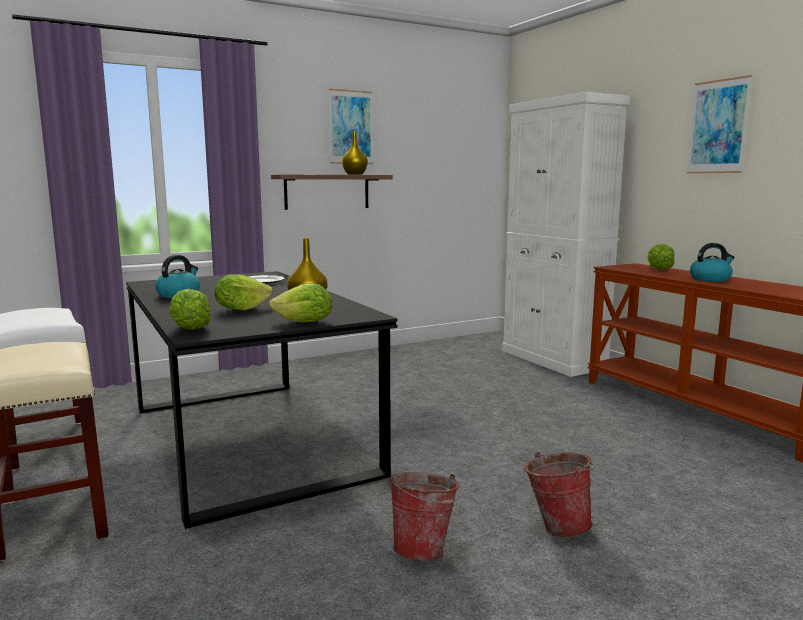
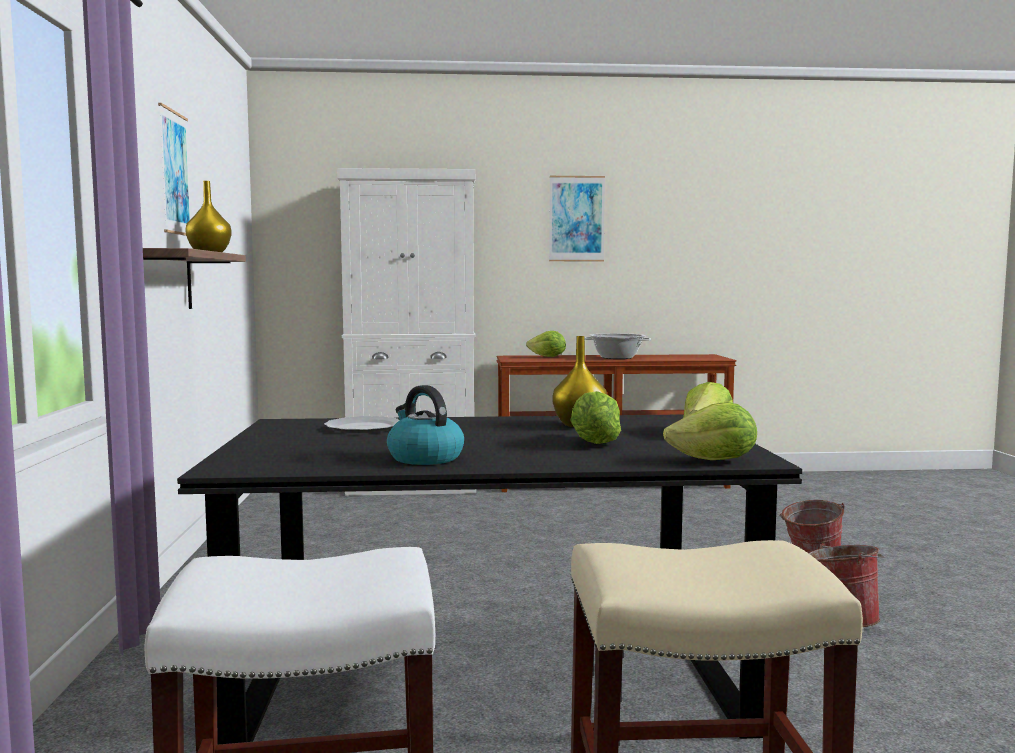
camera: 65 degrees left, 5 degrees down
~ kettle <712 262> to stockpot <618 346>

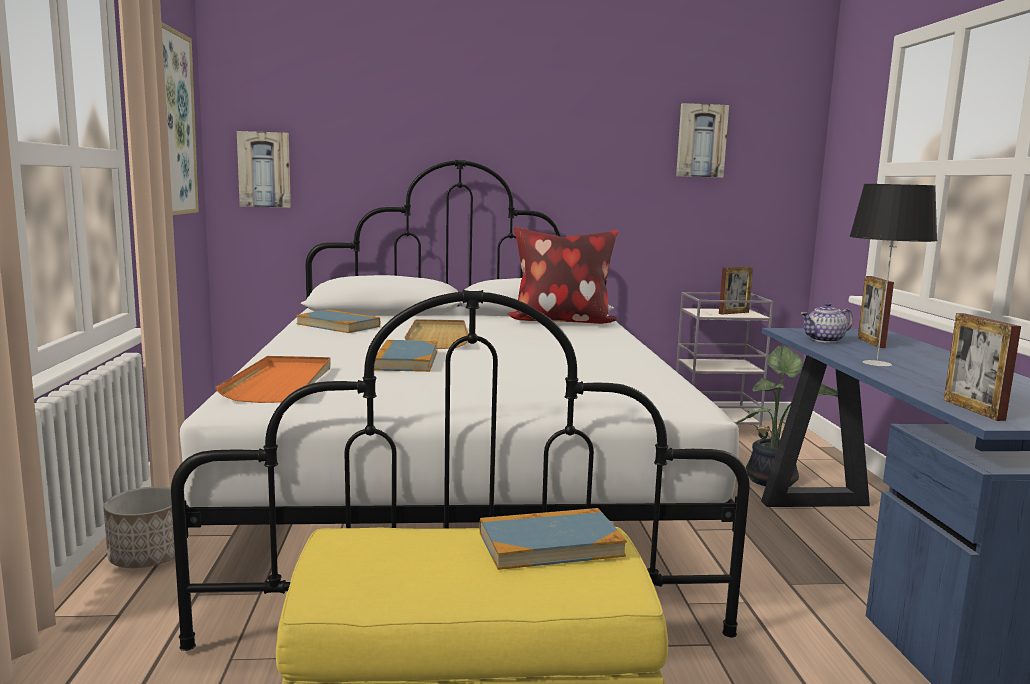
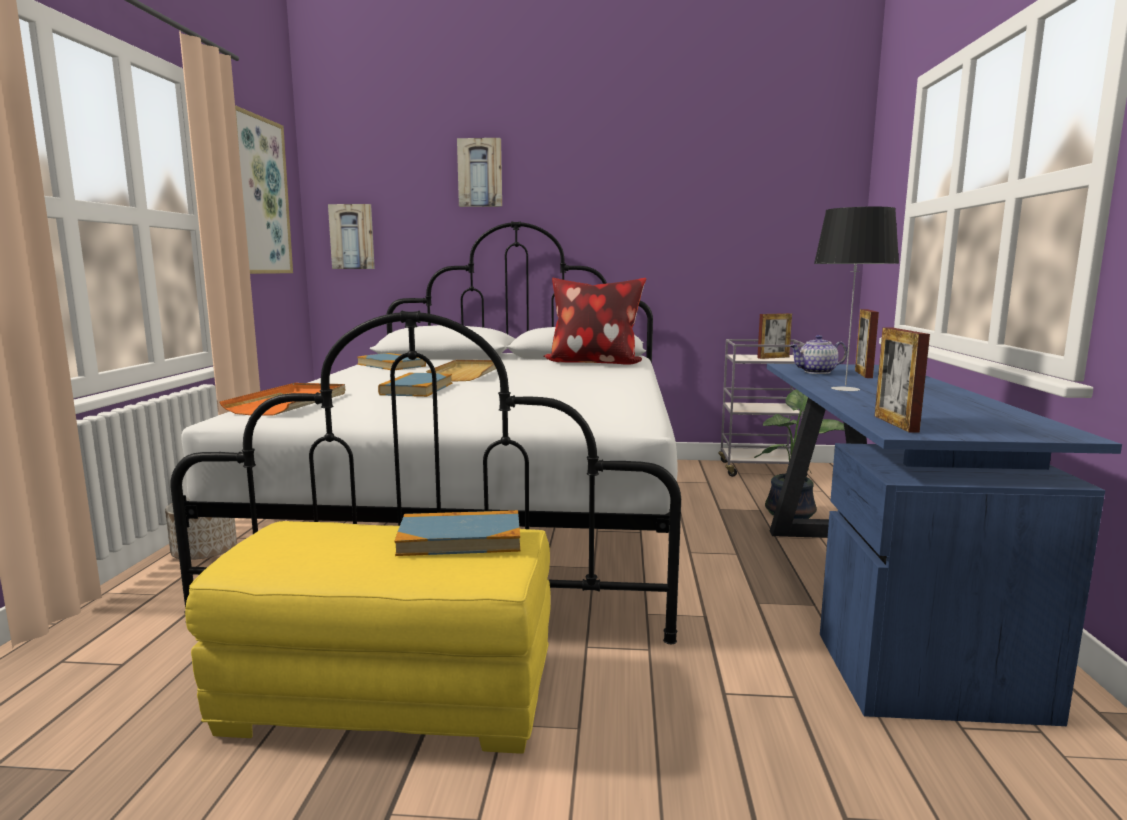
camera: 10 degrees right, 0 degrees up
~ wall picture <702 140> to <479 172>

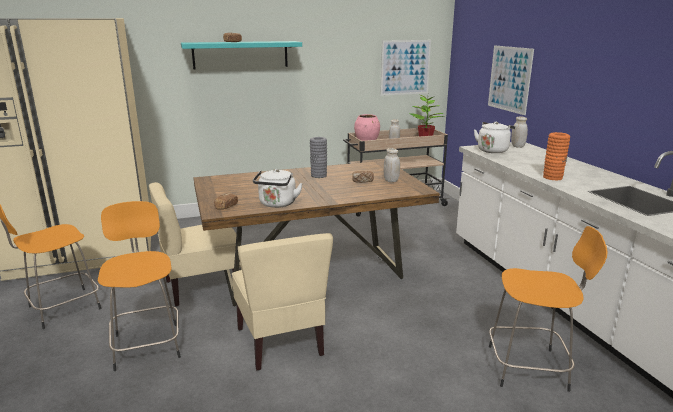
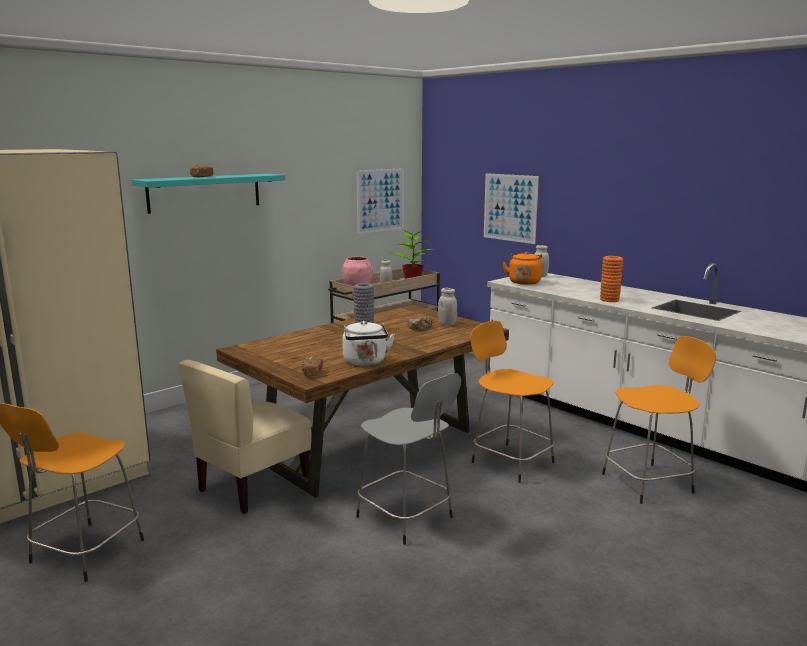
camera: 25 degrees left, 5 degrees down
~ beige-coloured plain chair <282 302> to gray stool seat <408 459>
~ orange-coloured stool seat <139 286> to <512 402>
~ white kettle <494 137> to orange-coloured kettle <522 268>

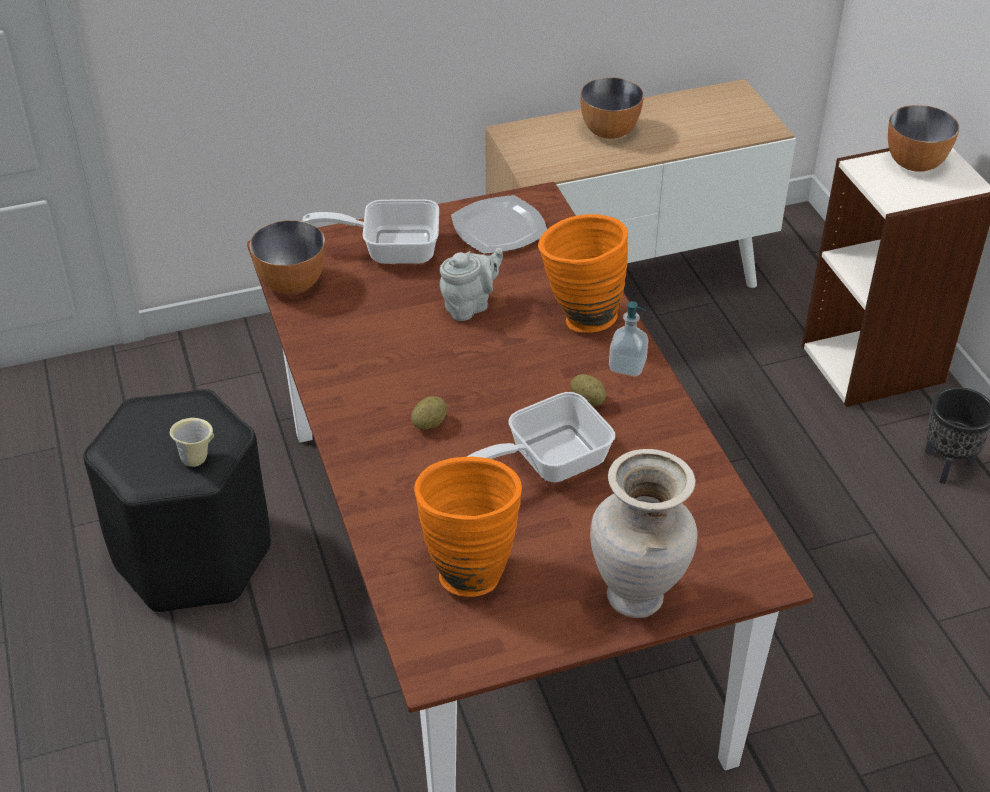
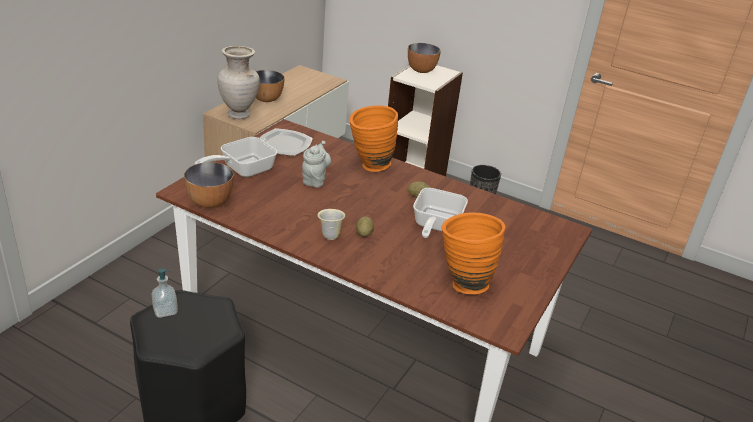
camera: 45 degrees left, 10 degrees down
~ liquid soap bottle <628 338> to <164 293>
~ beige-coloured vase <643 533> to <238 82>
~ beige-coloured coffee mug <192 442> to <331 224>

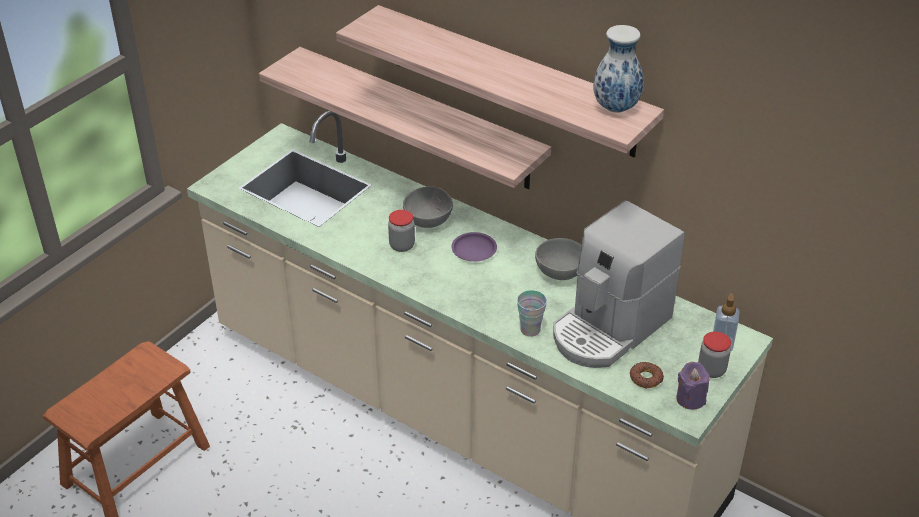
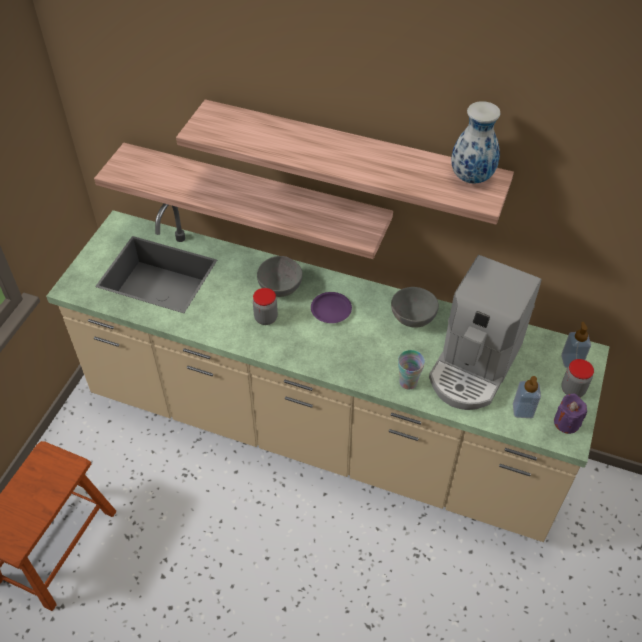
camera: 15 degrees left, 10 degrees up
~ donut <647 375> to liquid soap bottle <527 397>

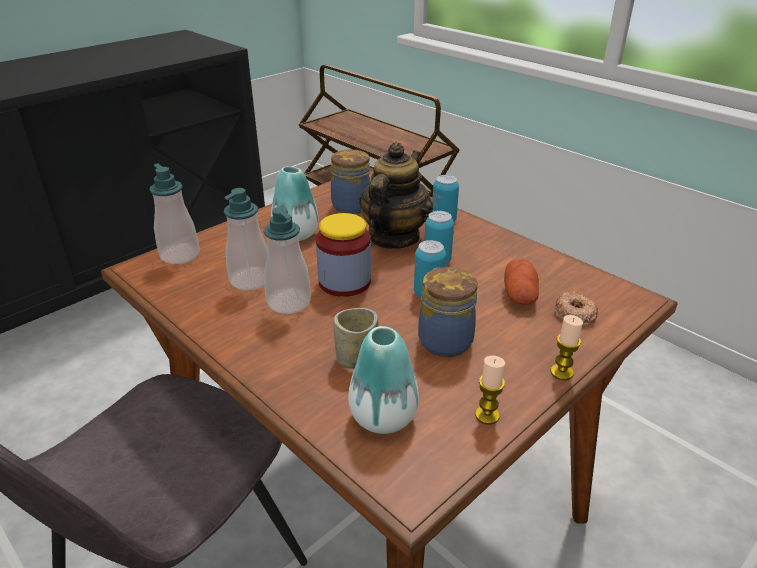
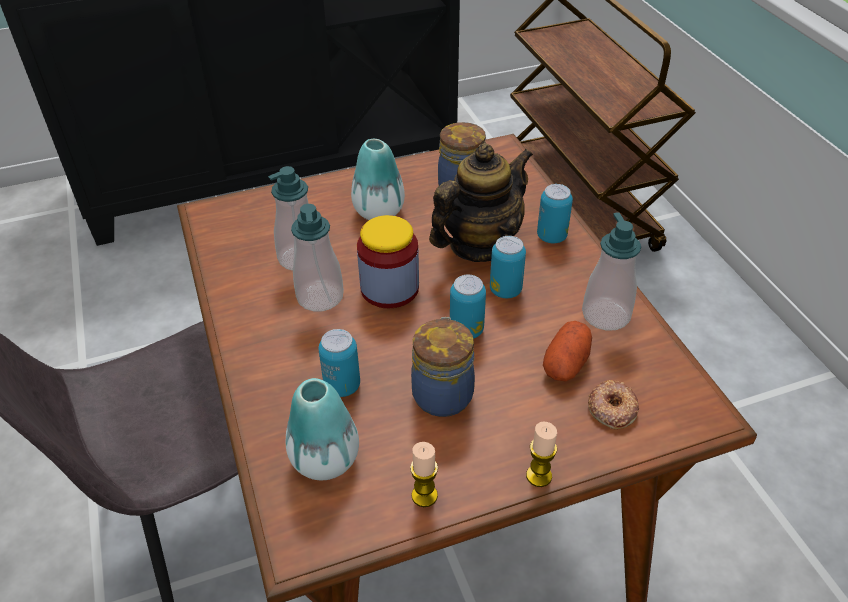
camera: 25 degrees right, 10 degrees up
~ cup <355 338> to metal can <339 363>
~ liquid soap bottle <174 213> to <611 271>

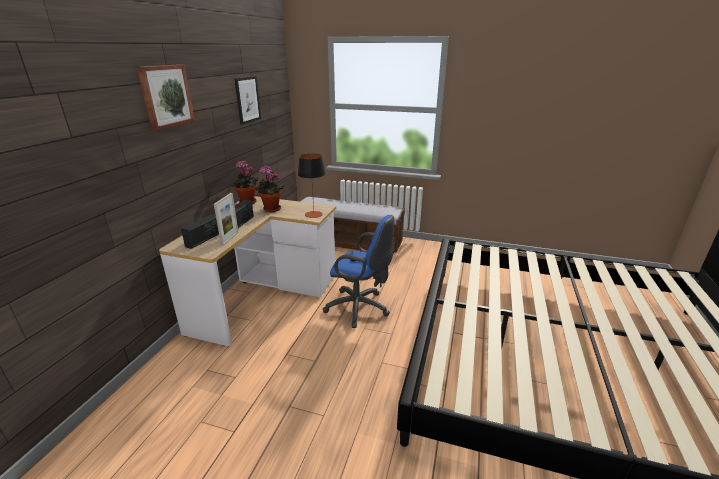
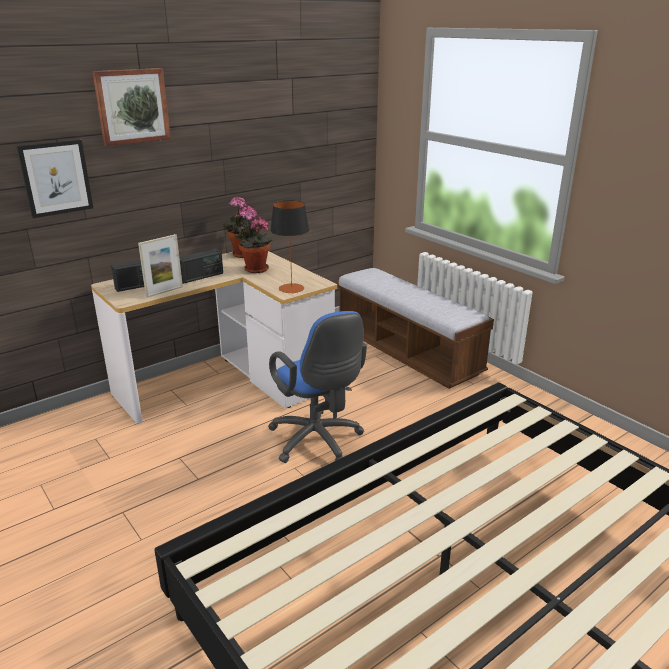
camera: 35 degrees right, 0 degrees up
~ wall picture <247 100> to <55 178>

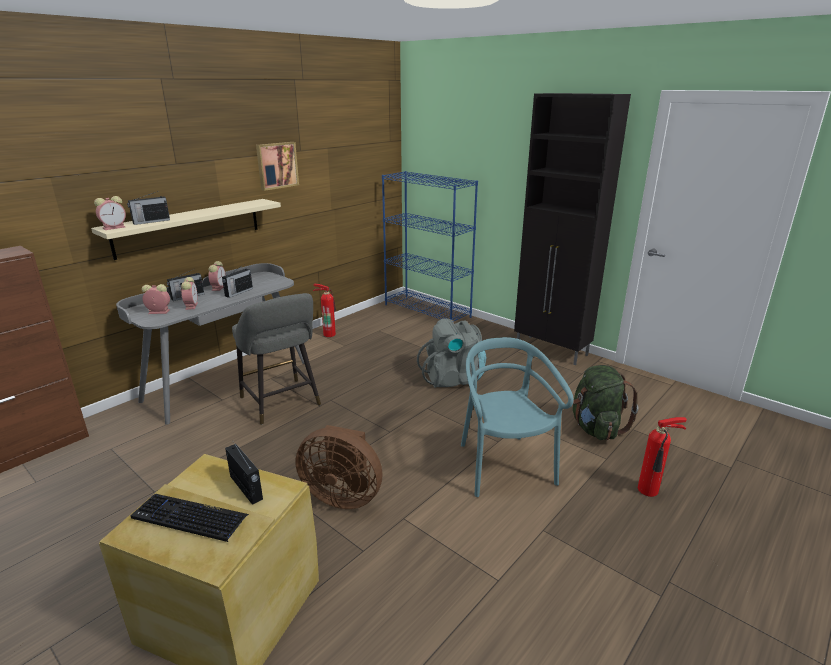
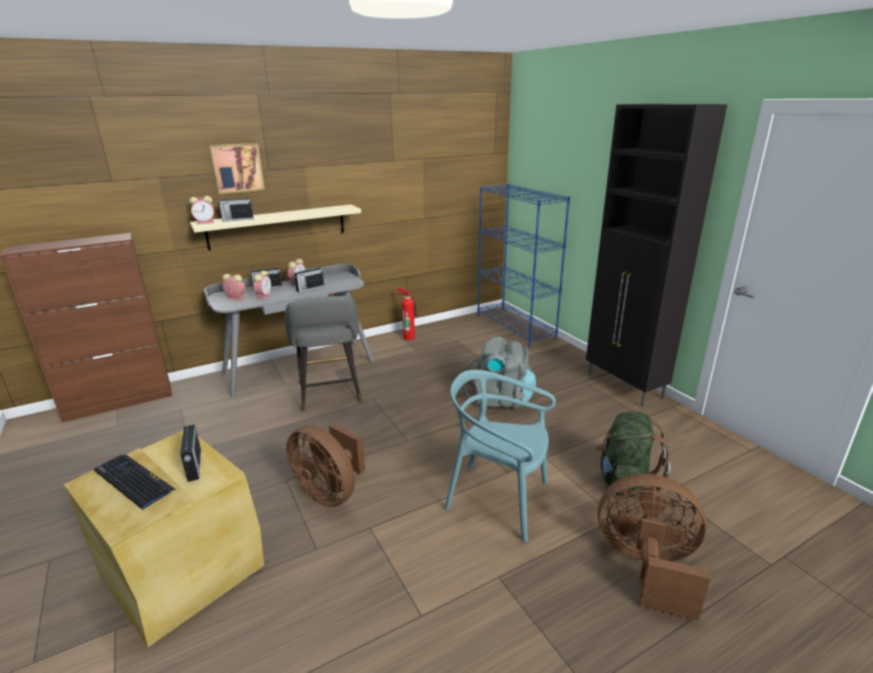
camera: 20 degrees right, 0 degrees up
~ wall picture <277 166> to <237 168>
~ blue-green plain chair <517 417> = <500 456> 75 degrees counterclockwise
~ fire extinguisher <662 457> to brownish cooling fan <654 547>

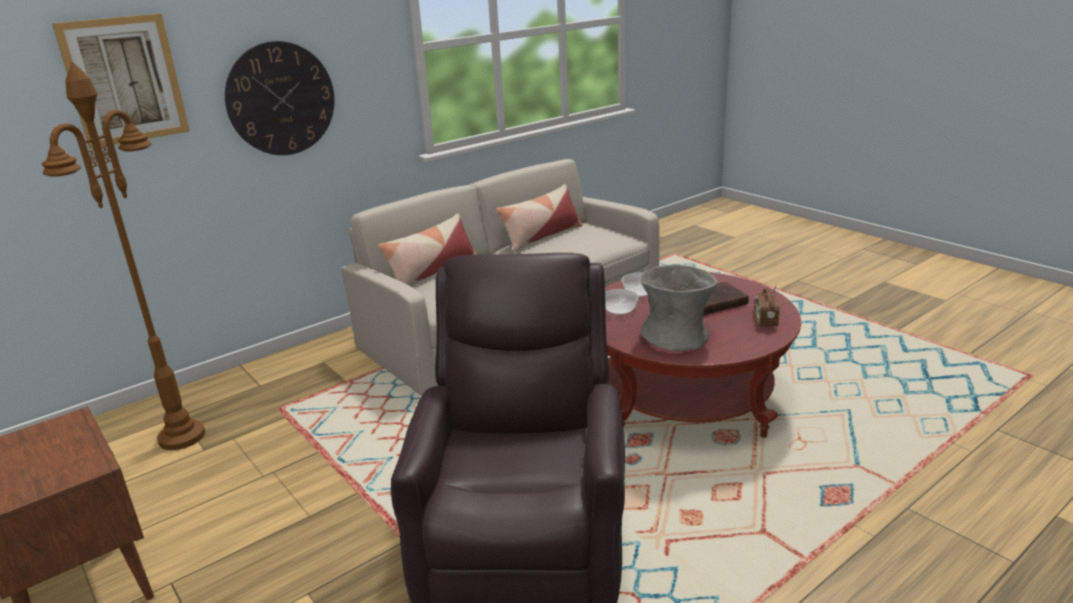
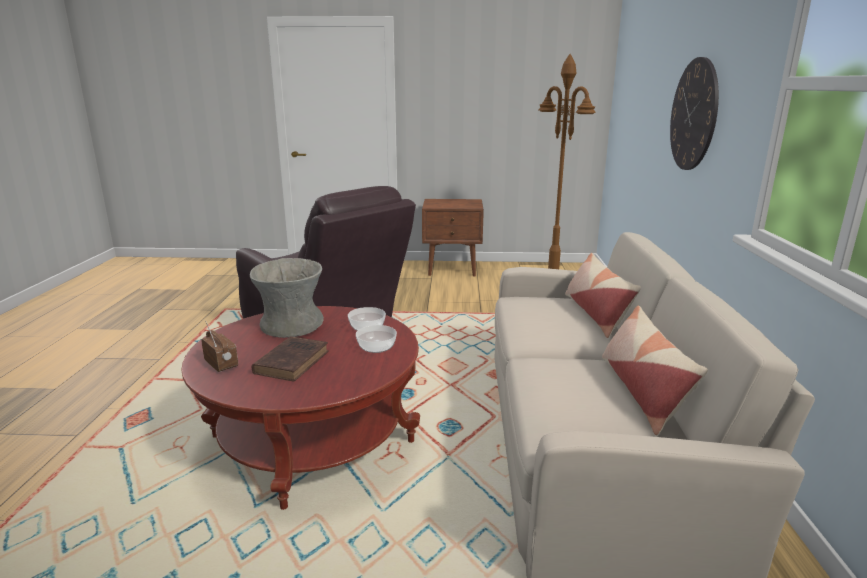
camera: 130 degrees right, 5 degrees down
- wall picture <121 81>

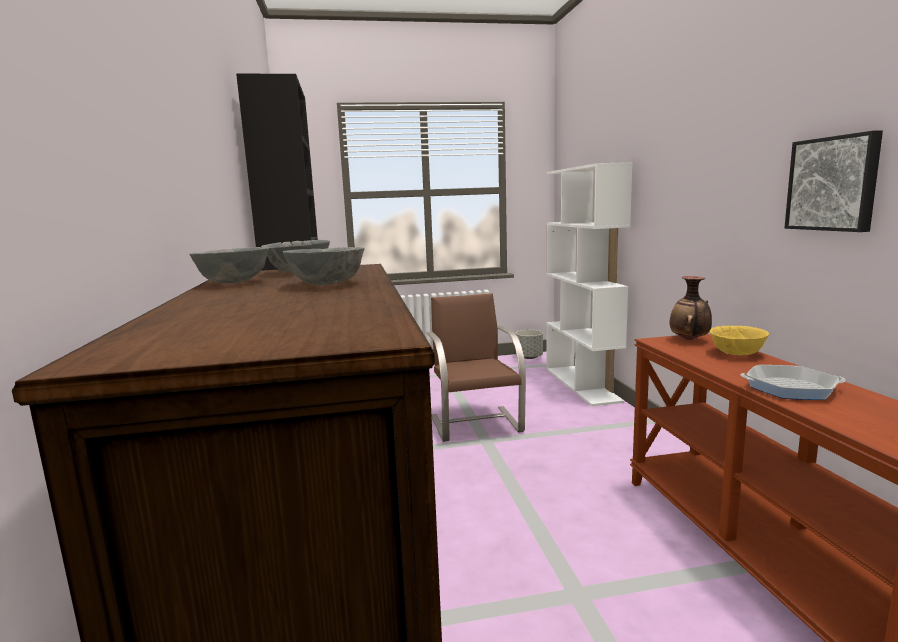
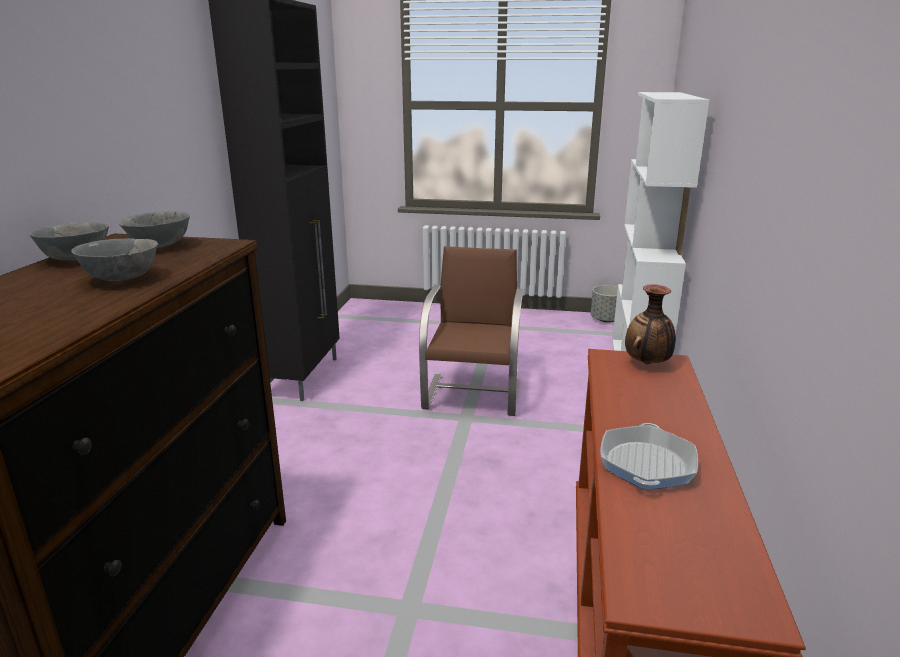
camera: 20 degrees right, 10 degrees up
~ frying pan <793 382> = <649 456> 105 degrees counterclockwise
- yellow deep dish <739 340>
- wall picture <833 181>

